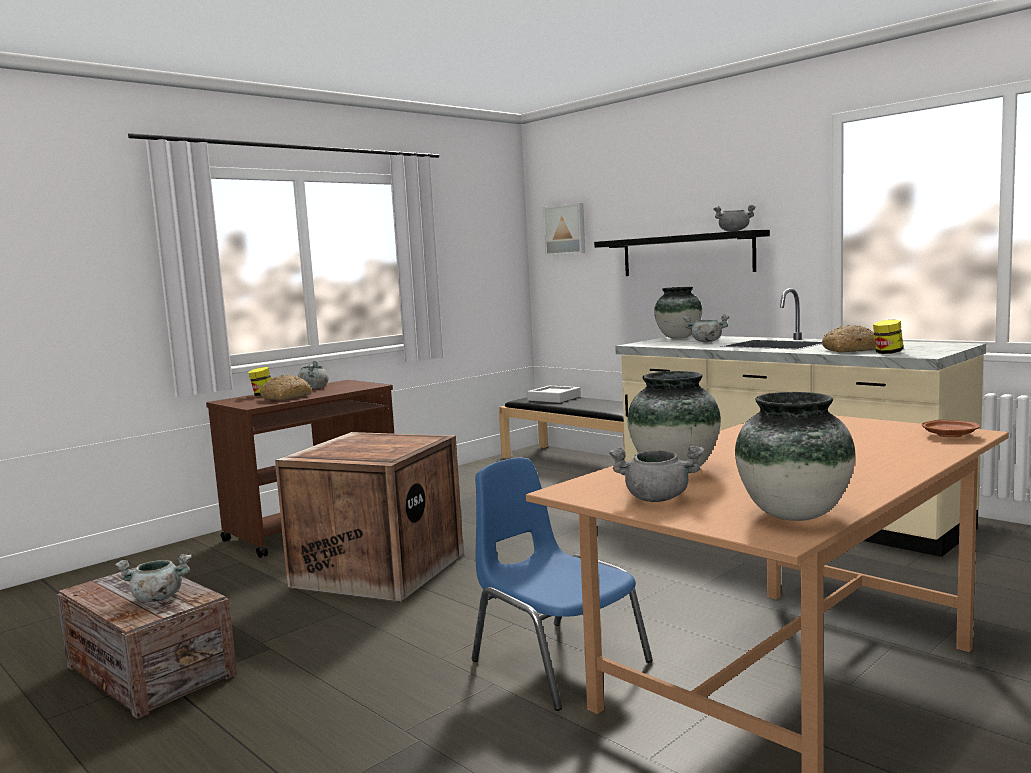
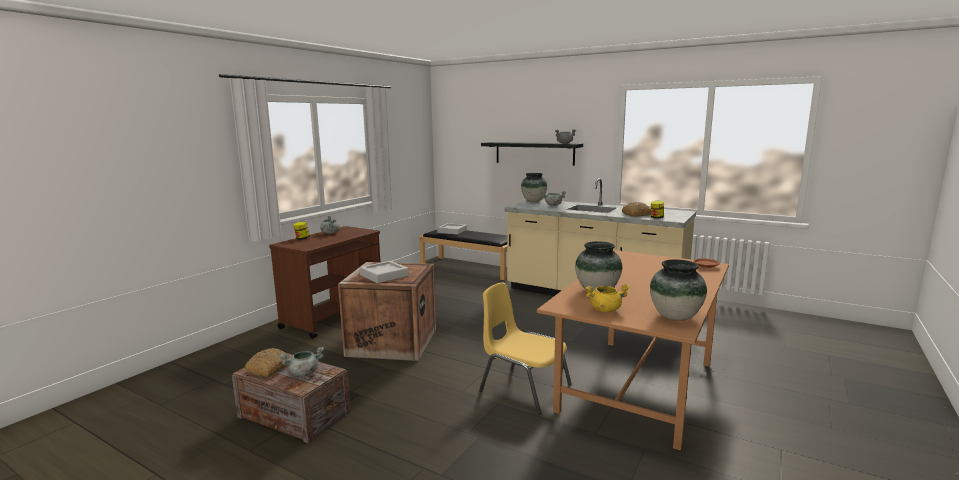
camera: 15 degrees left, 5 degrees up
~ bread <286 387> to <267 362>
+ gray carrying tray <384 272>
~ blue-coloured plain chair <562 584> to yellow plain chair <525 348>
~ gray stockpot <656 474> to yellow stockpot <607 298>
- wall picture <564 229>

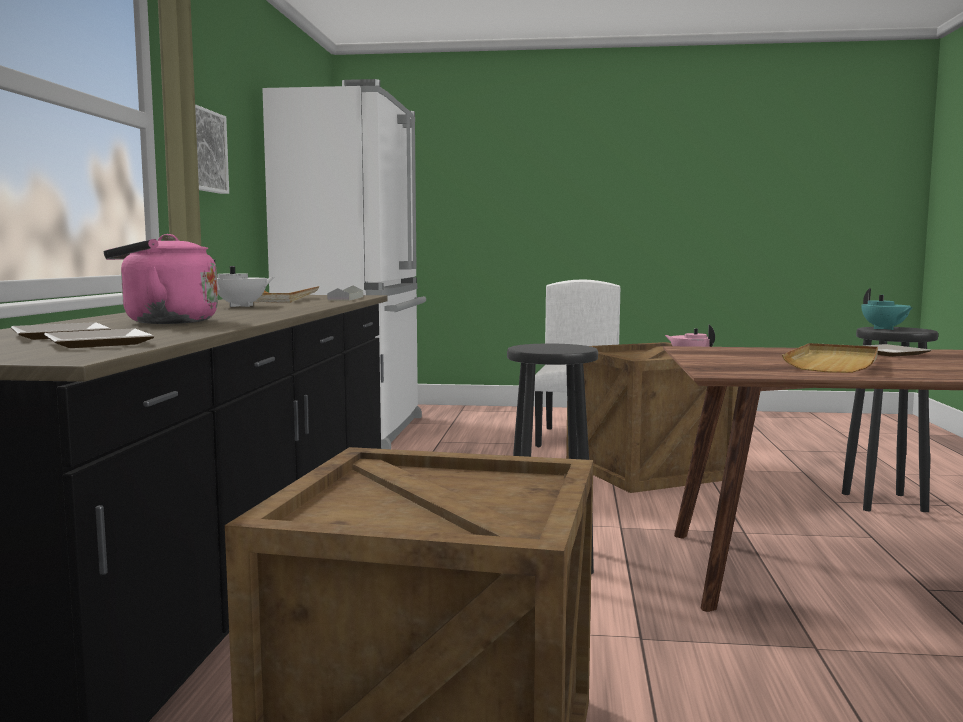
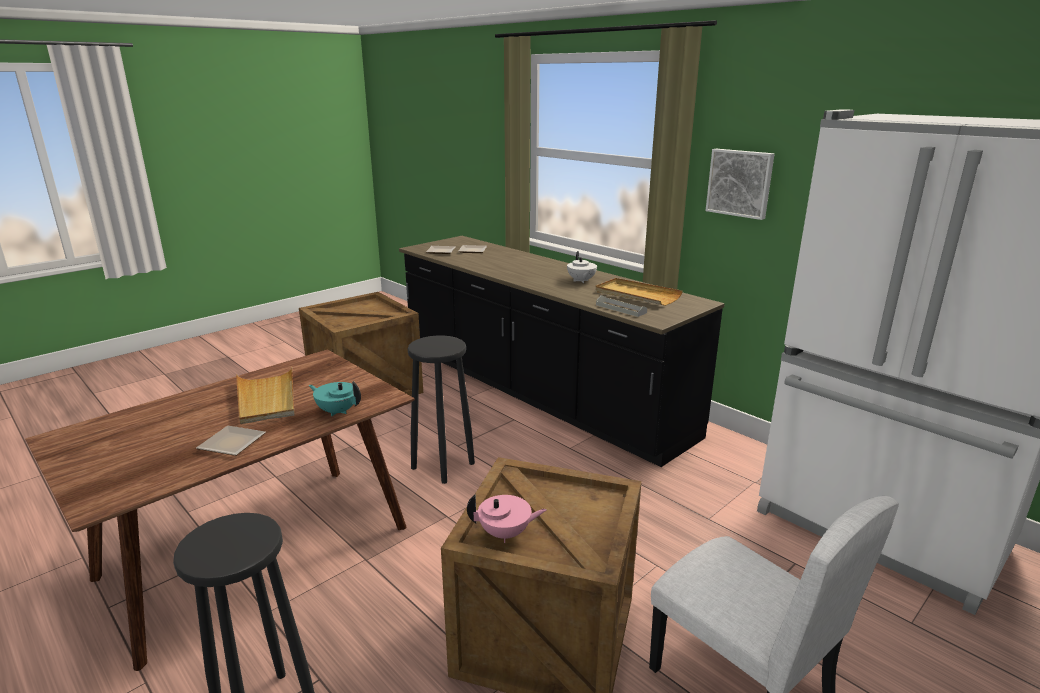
camera: 130 degrees right, 15 degrees up
~ blue-green tea pot <886 309> to <335 398>
- pink-coloured kettle <161 279>

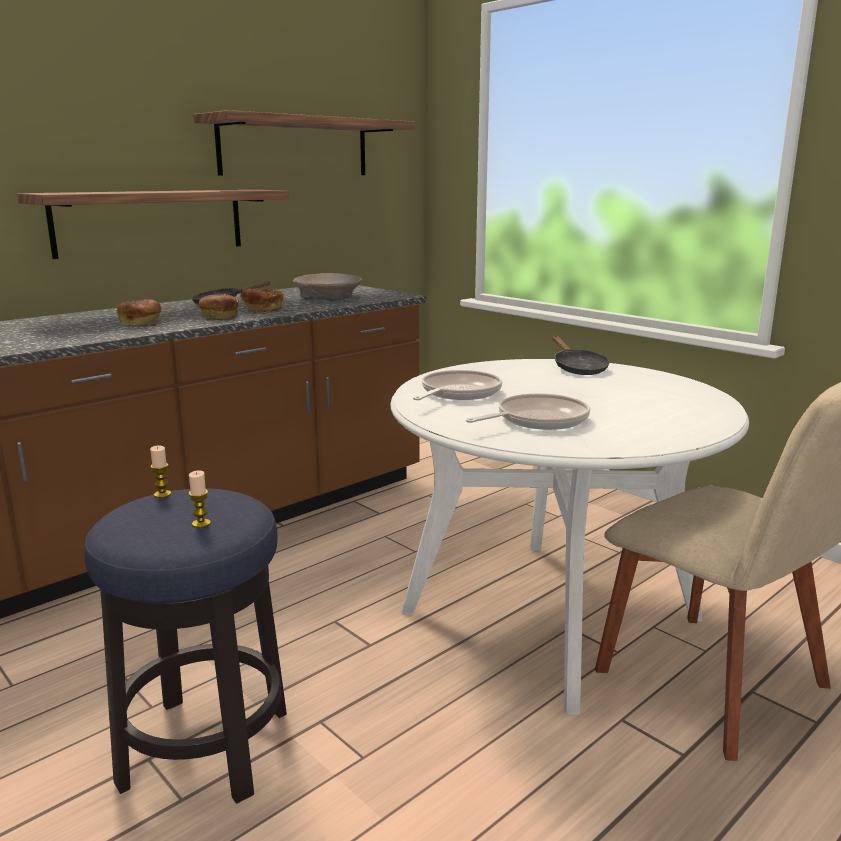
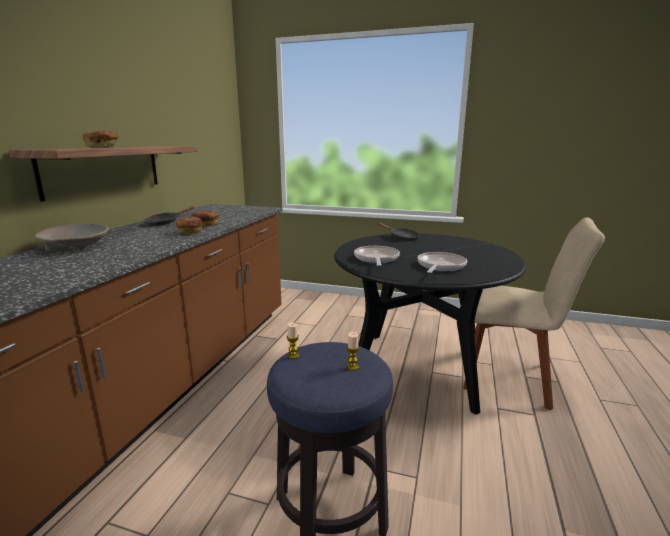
camera: 30 degrees left, 0 degrees up
~ beige-coloured deep dish <327 286> to <71 237>
~ bread <139 312> to <100 139>
~ white dining table <569 537> to black-coloured dining table <430 324>
- wall shelf <304 142>

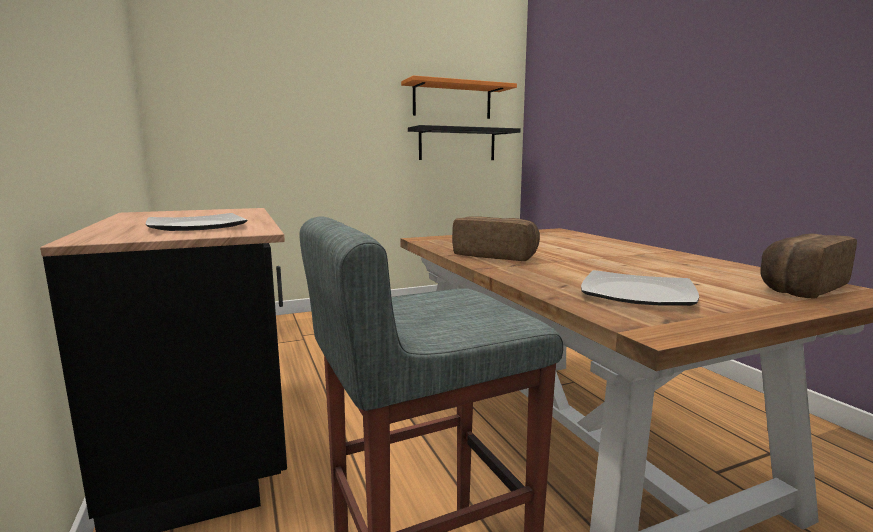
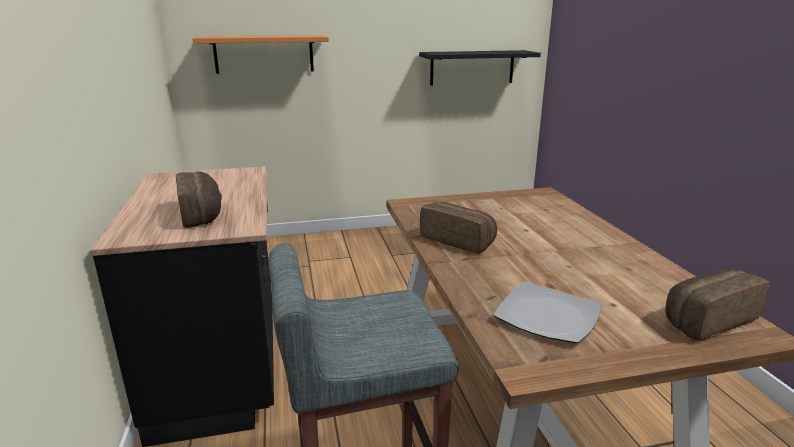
camera: 10 degrees right, 10 degrees up
~ plate <197 222> to bread <199 199>
~ orange-coloured wall shelf <459 97> to <260 54>

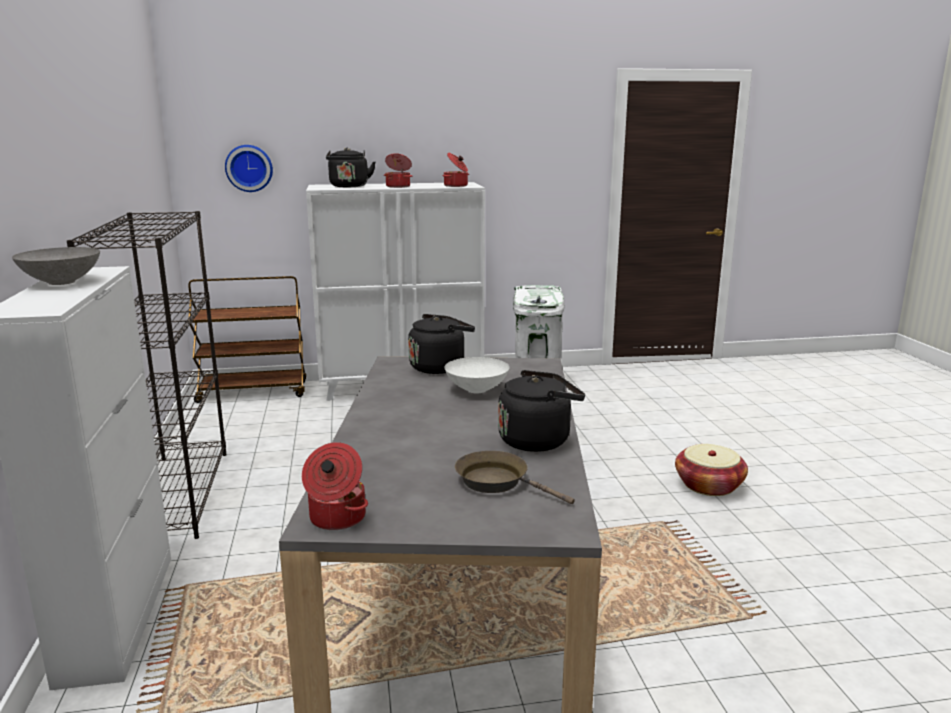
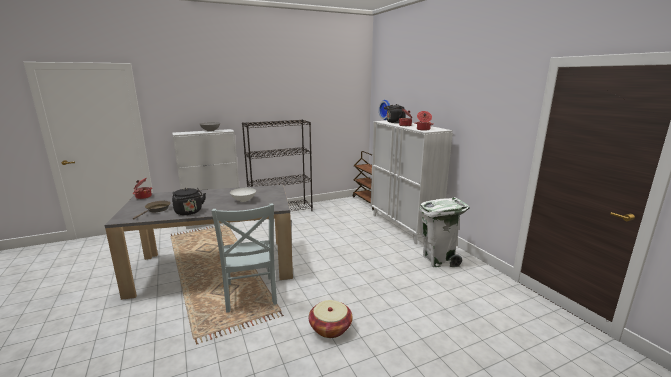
camera: 75 degrees right, 0 degrees up
+ gray plain chair <244 258>
- black-coloured kettle <441 344>

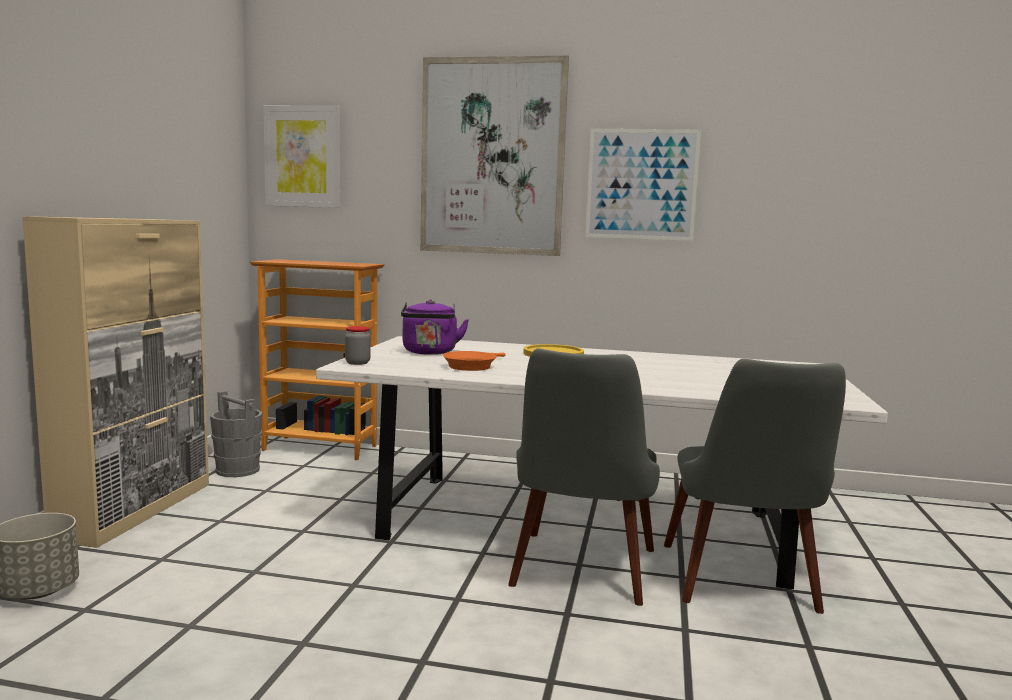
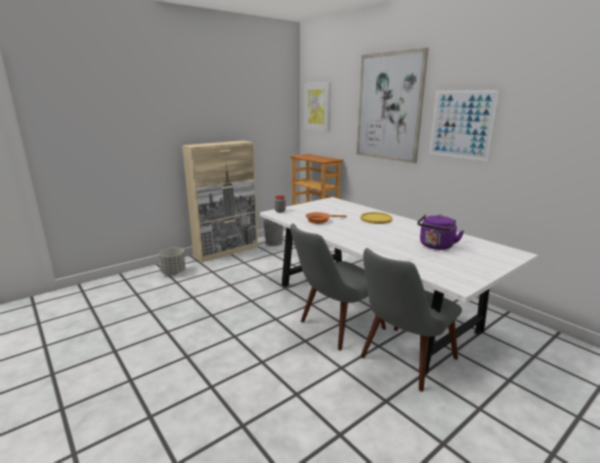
camera: 40 degrees right, 10 degrees up
~ purple kettle <435 327> to <440 232>

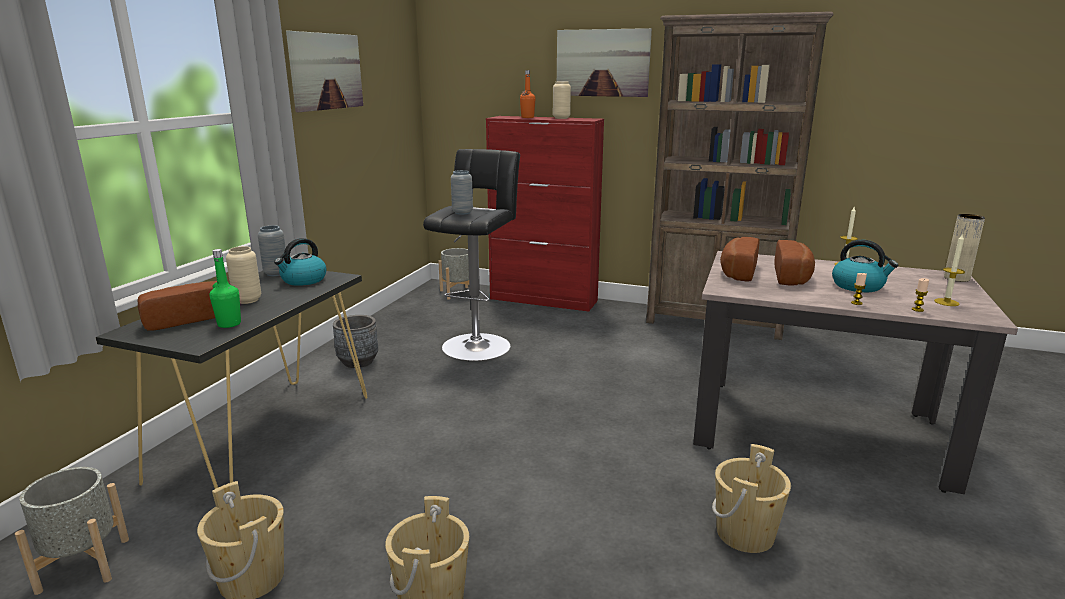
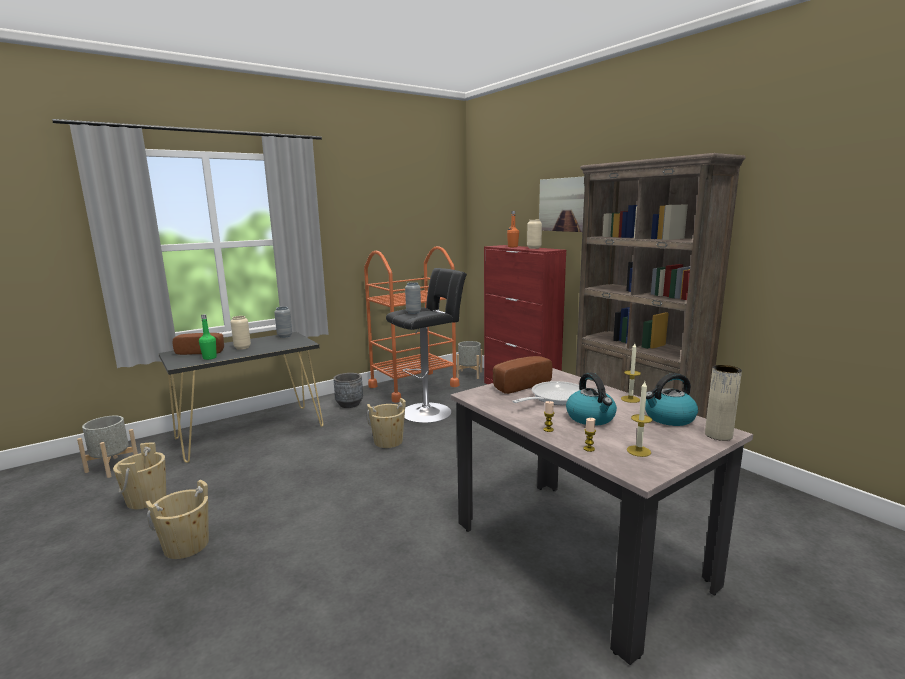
camera: 35 degrees right, 5 degrees down
+ orange-coloured trolley <411 324>
~ beige-coloured pail <751 498> to <386 423>
~ bread <795 263> to frying pan <545 393>
~ kettle <300 262> to <671 399>
- wall picture <324 71>

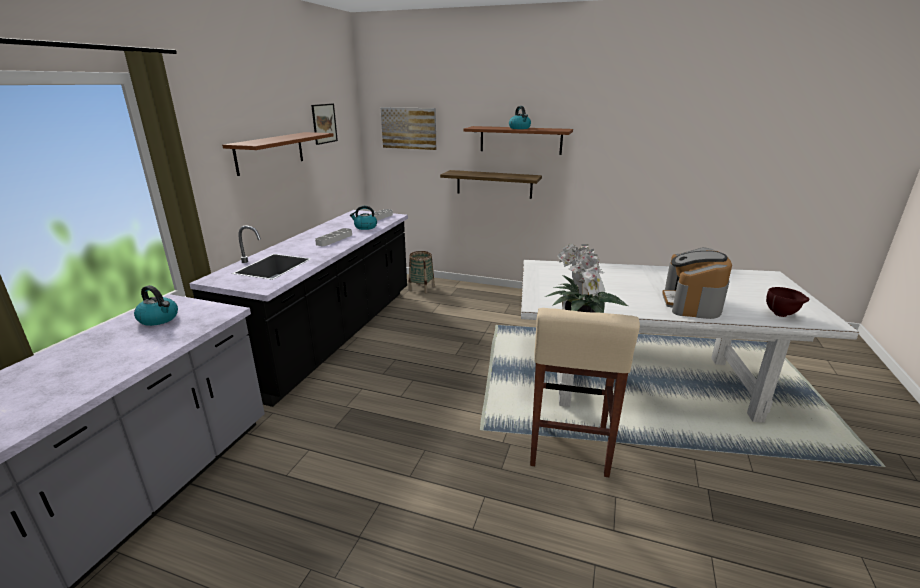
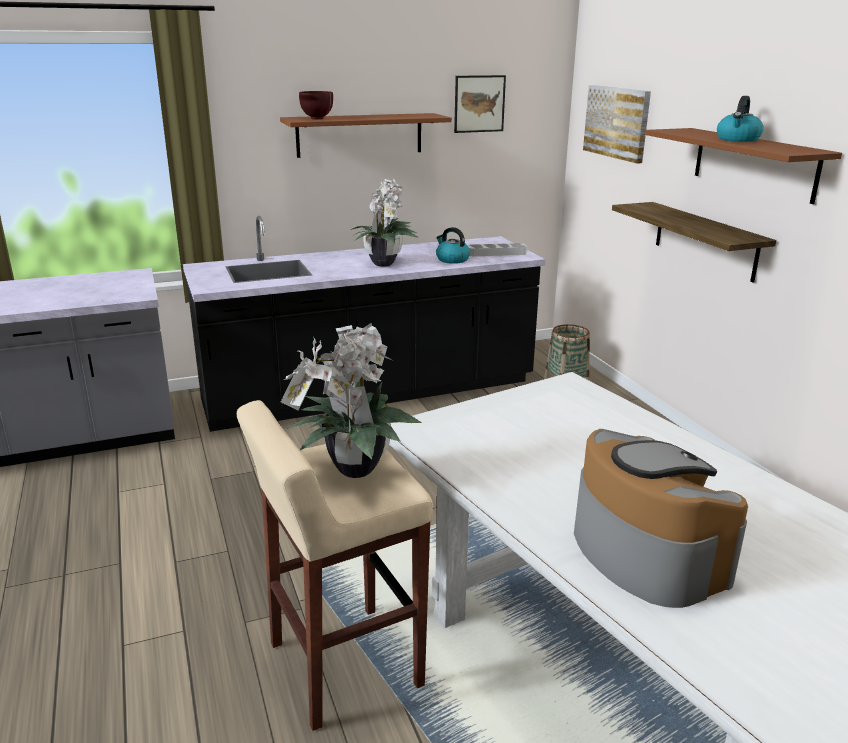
camera: 50 degrees right, 0 degrees up
~ brownish deep dish <787 302> to <316 105>
~ gray carrying tray <333 237> to houseplant <385 223>
~ coffee machine <697 283> = <661 518> 90 degrees clockwise
- kettle <156 305>

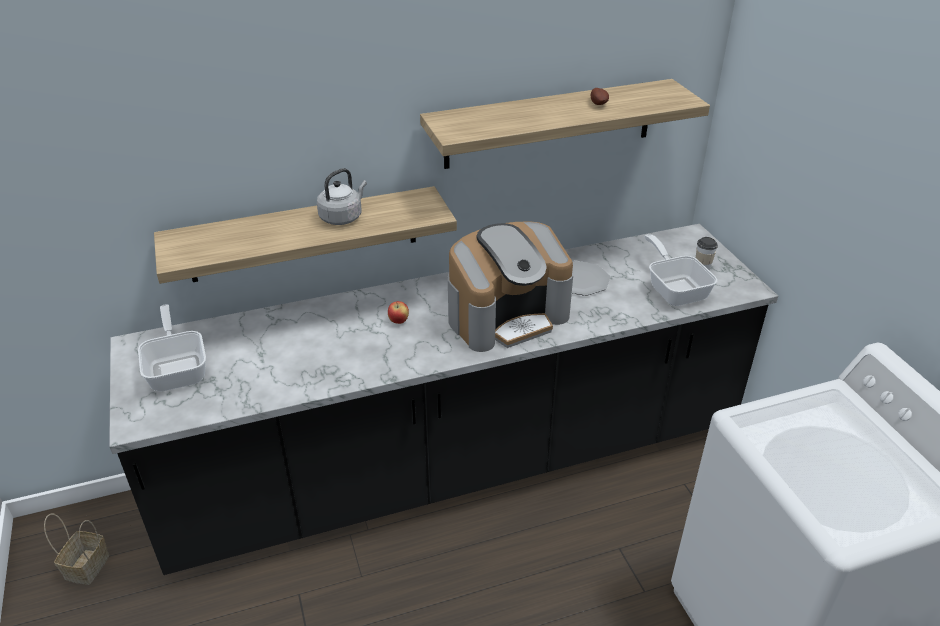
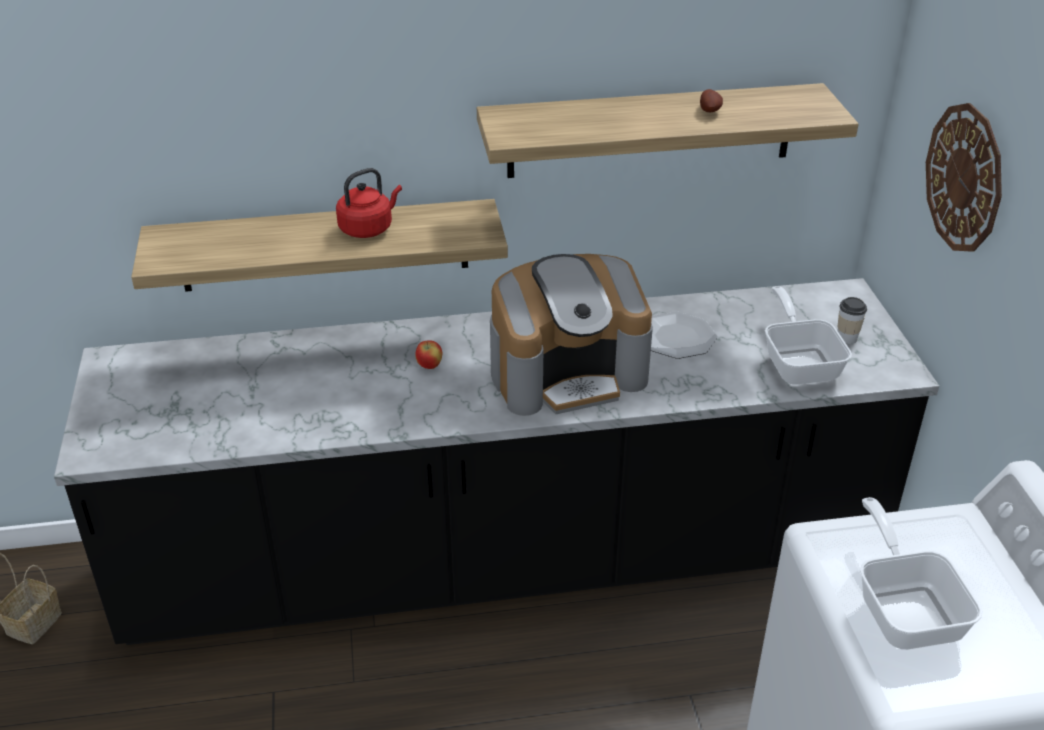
camera: 10 degrees right, 0 degrees up
~ gray kettle <342 196> to red-coloured kettle <369 203>
~ frying pan <172 348> to <921 573>
+ wall clock <964 177>

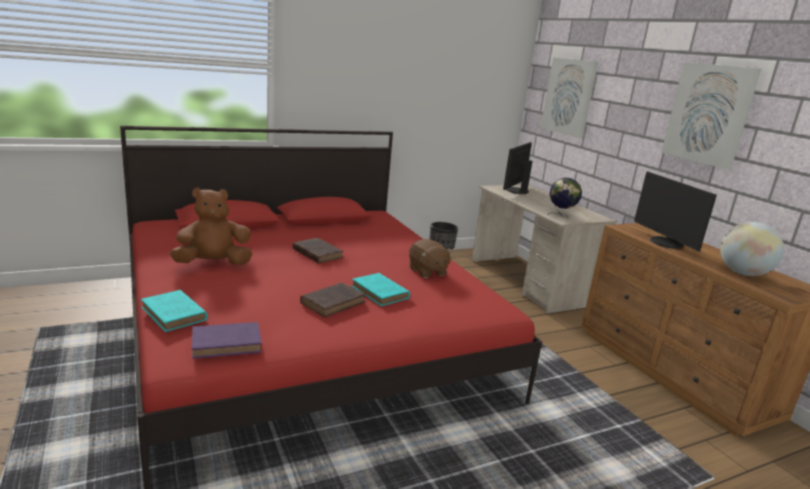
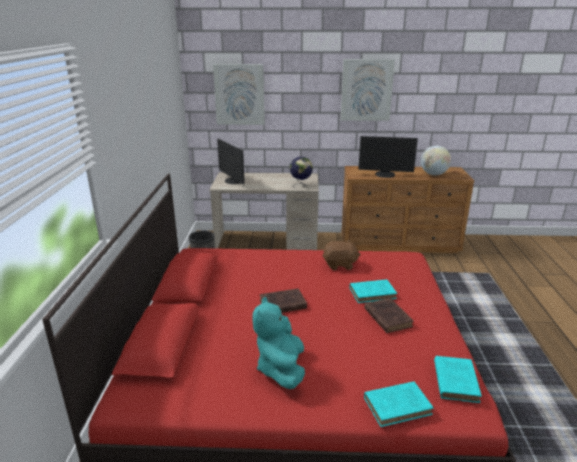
camera: 60 degrees left, 5 degrees up
~ brownish soft toy <211 226> to blue-green soft toy <278 343>
~ purple book <227 340> to blue-green book <458 379>

